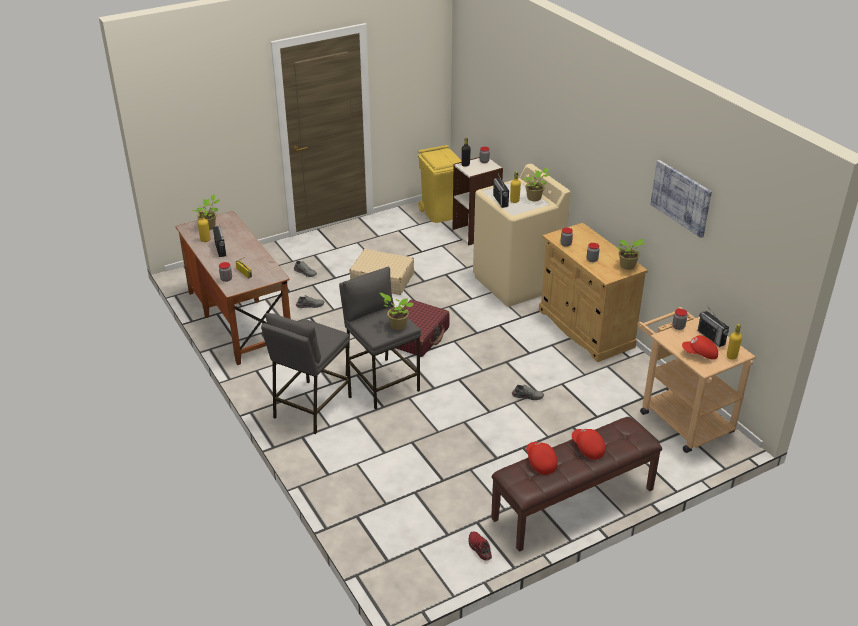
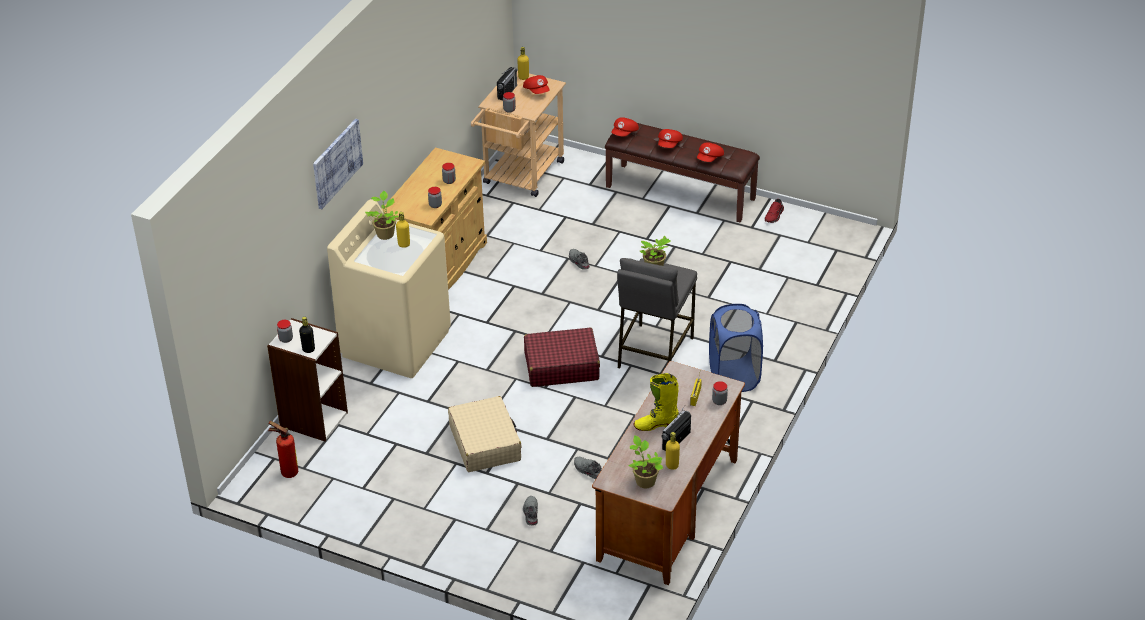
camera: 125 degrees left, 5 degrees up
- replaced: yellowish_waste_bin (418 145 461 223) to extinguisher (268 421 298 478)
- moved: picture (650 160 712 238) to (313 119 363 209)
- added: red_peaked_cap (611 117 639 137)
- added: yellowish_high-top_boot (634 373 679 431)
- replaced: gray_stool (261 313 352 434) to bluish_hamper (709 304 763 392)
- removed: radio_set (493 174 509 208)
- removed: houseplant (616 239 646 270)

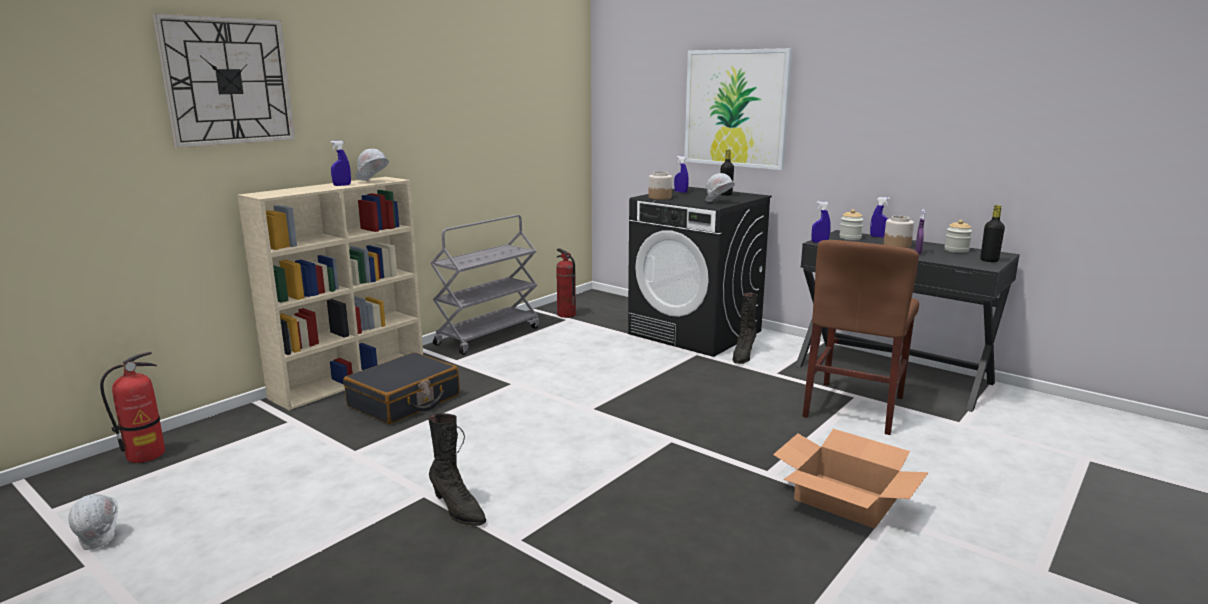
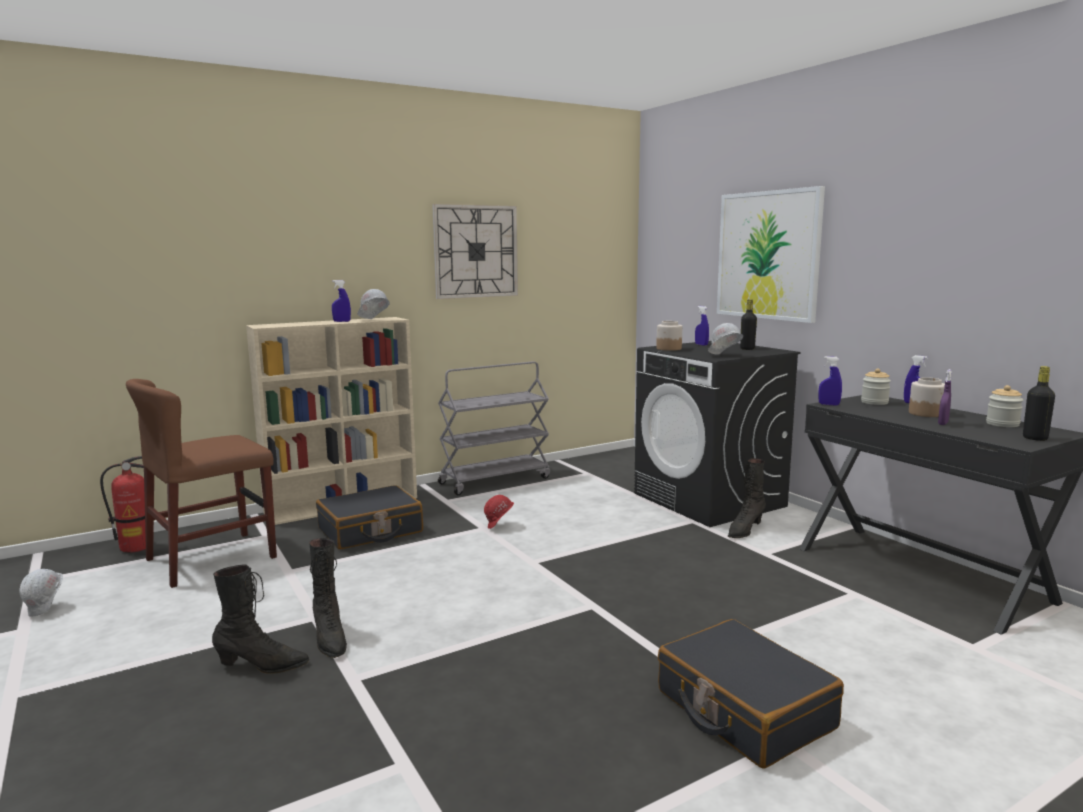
camera: 20 degrees right, 5 degrees down
- moved: brown-coloured_upright_chair (802 240 919 435) to (126 379 277 588)
- added: black_high-top_boot (212 565 309 674)
- moved: wall_clock (153 13 295 148) to (432 204 518 299)
- added: red_safety_helmet (484 495 514 529)
- replaced: cardboard_box (773 429 929 528) to black_suitcase (658 619 844 769)
- removed: extinguisher (556 248 576 318)

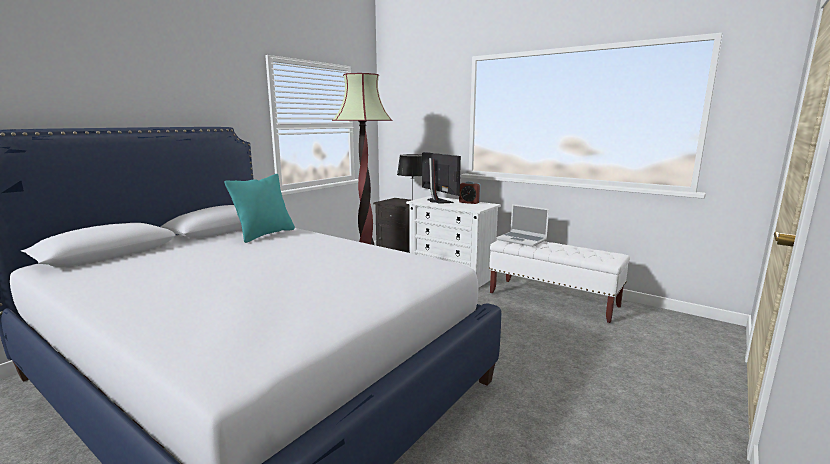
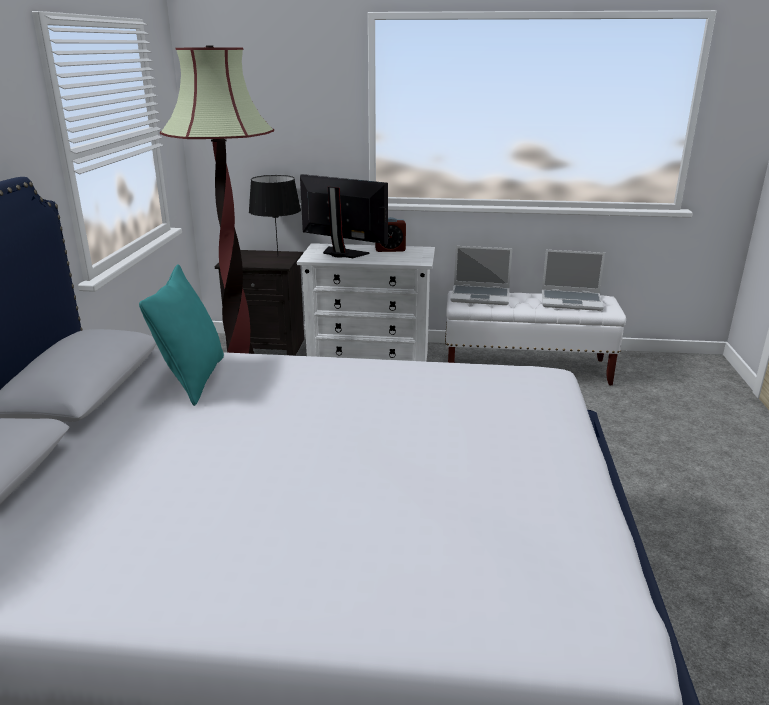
camera: 30 degrees left, 10 degrees up
- added: notebook_computer (542 250 605 311)

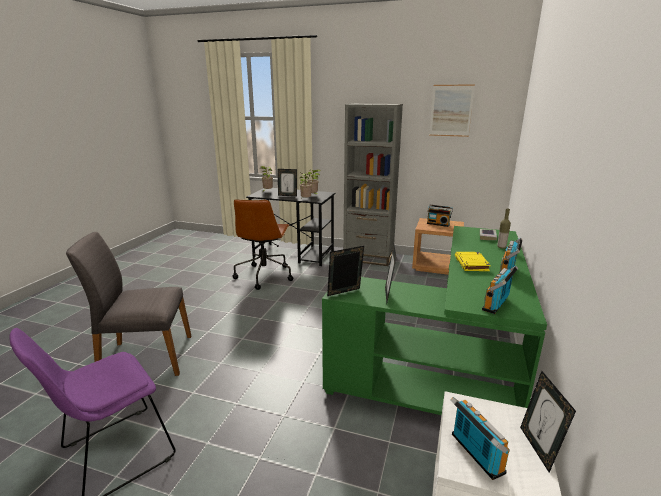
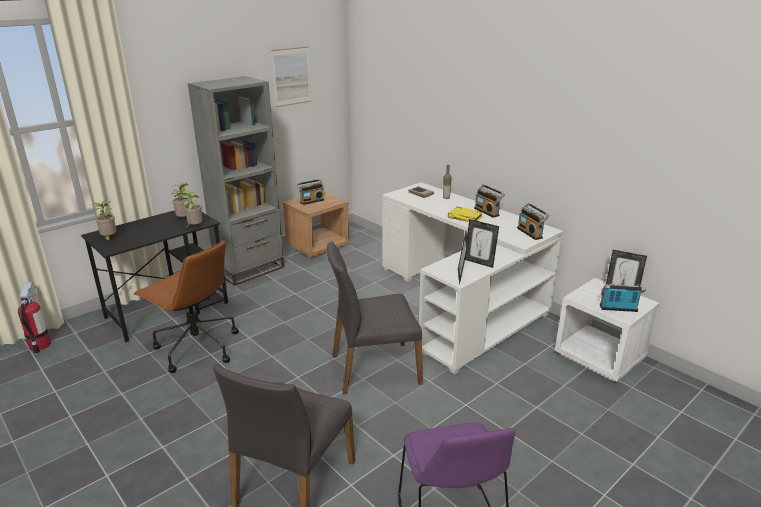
camera: 60 degrees left, 5 degrees up
- added: extinguisher (18 282 51 353)
- added: gray_upright_chair (326 241 423 394)
- recoloured: green_desk (322 226 547 415) to whitish_desk (382 182 563 374)
- removed: photo_frame (278 169 297 197)

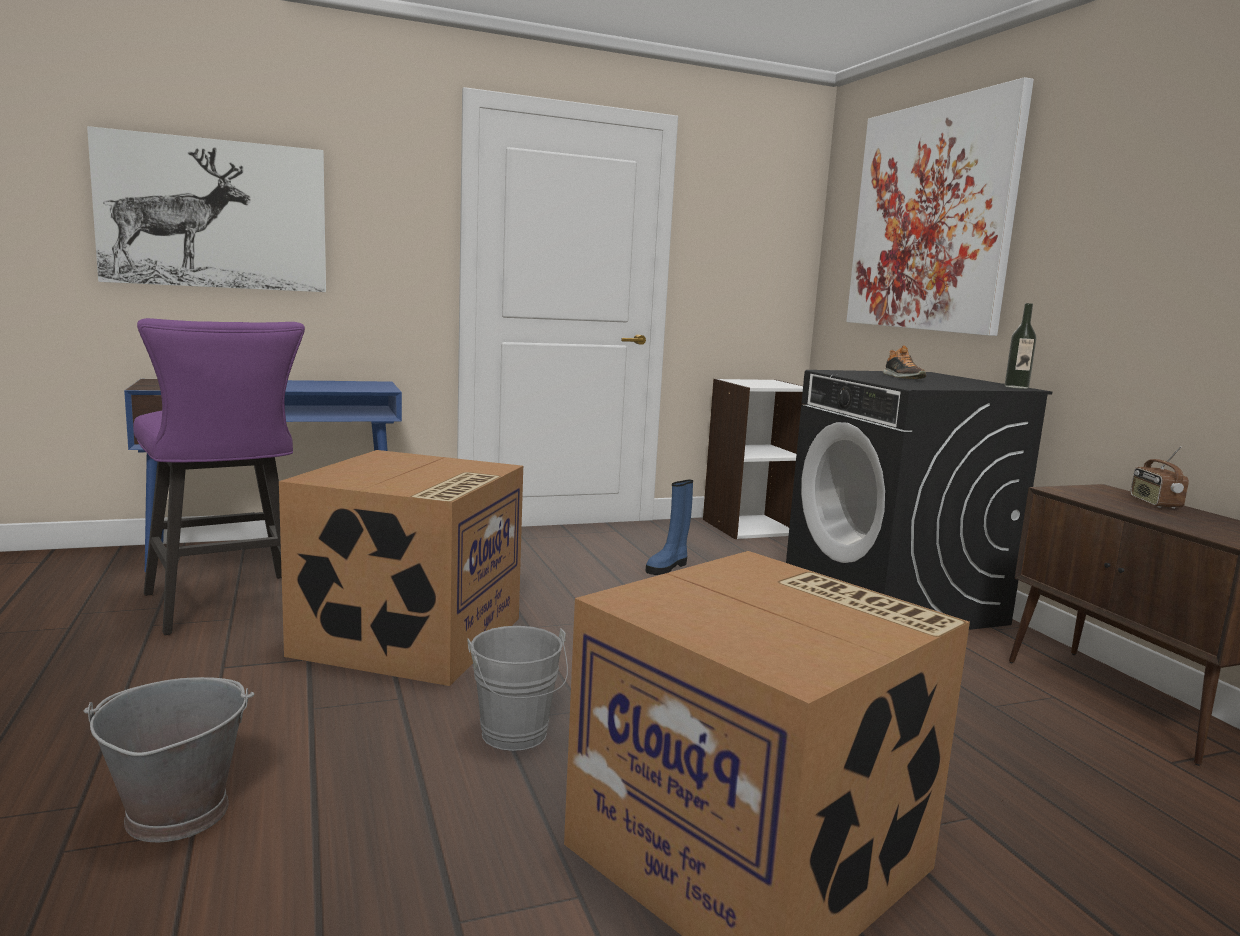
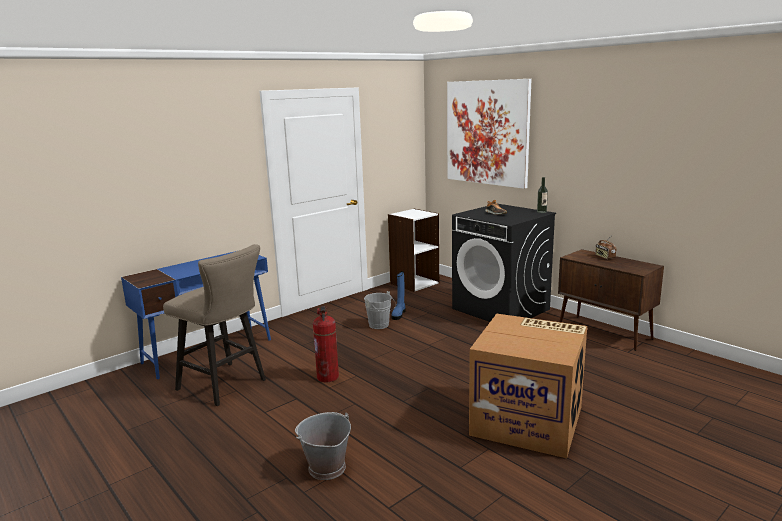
camera: 20 degrees left, 5 degrees up
- recoloured: purple_stool (133 318 305 635) to beige-coloured_stool (163 244 266 406)
- replaced: cardboard_box (279 450 523 686) to extinguisher (313 306 339 383)
- moved: gray_pail (467 626 568 751) to (364 291 396 329)
- removed: picture (87 126 326 292)

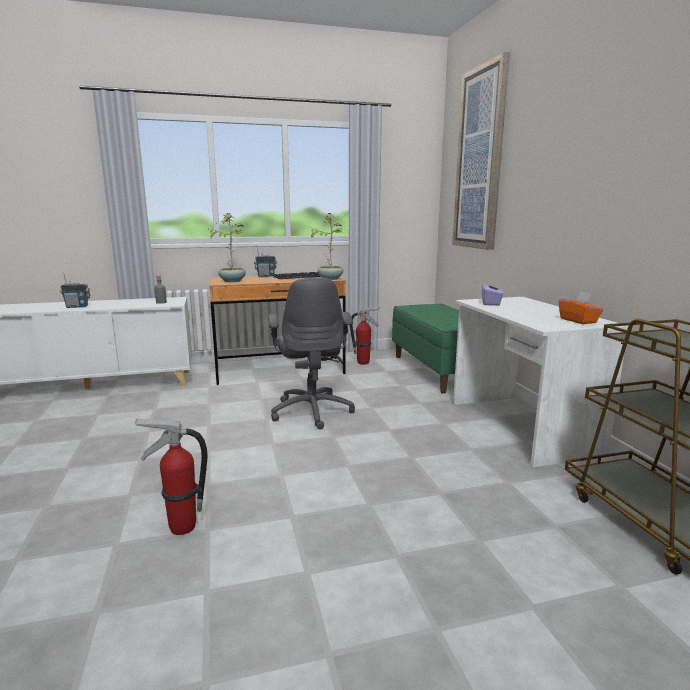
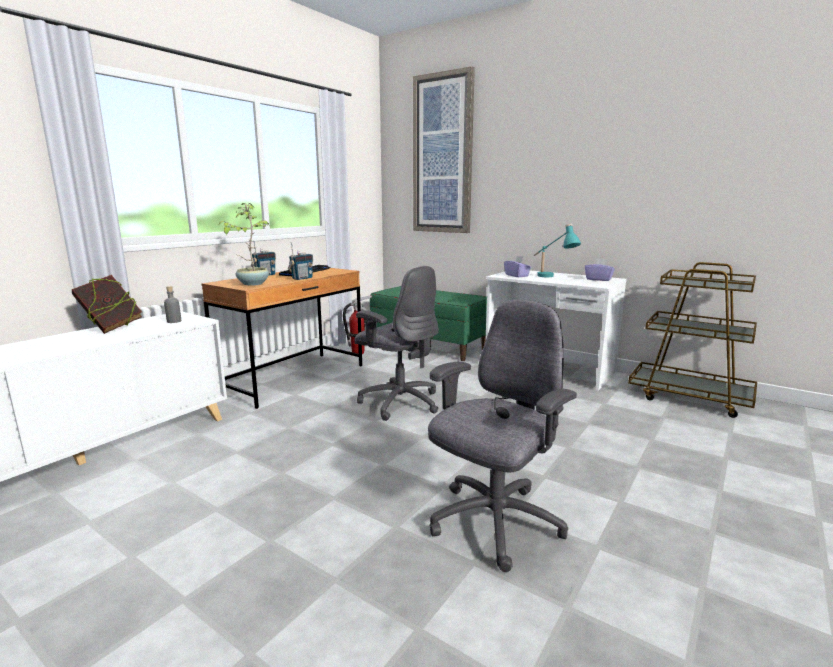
camera: 40 degrees left, 0 degrees up
- added: bound_book (72 275 142 334)
- moved: radio_set (60 272 90 308) to (288 242 313 280)
- replaced: extinguisher (135 418 208 535) to gray_computer_chair (428 300 577 572)
- added: turquoise_lamp_for_a_table (534 224 581 277)
- recoloured: orangey_tissue_holder (559 292 603 324) to purple_tissue_holder (585 258 615 281)
- removed: houseplant (308 213 343 280)

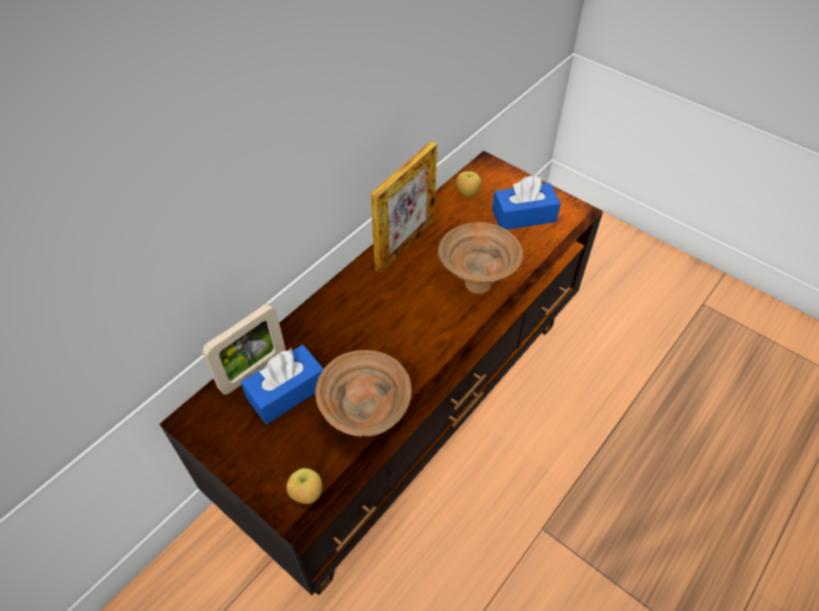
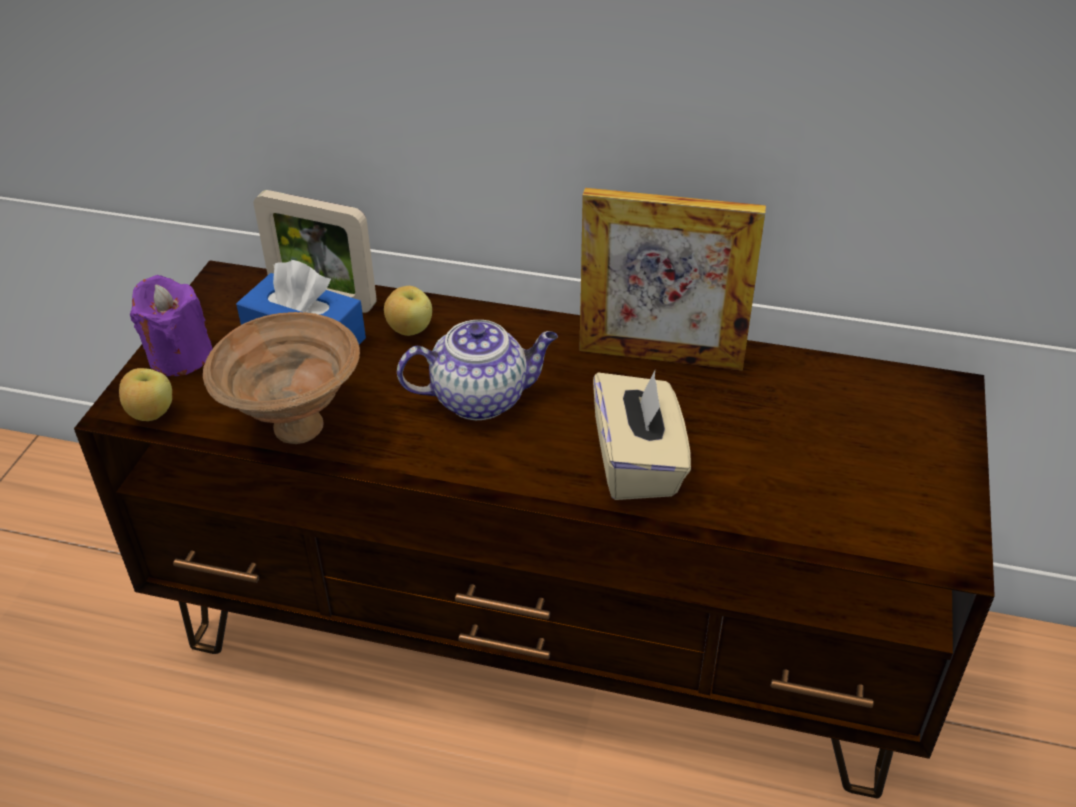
camera: 65 degrees right, 10 degrees down
- added: purple_wax_light (130 275 212 376)
- moved: whole_apple (456 172 481 197) to (384 286 432 336)
- added: pot_for_tea (397 320 558 420)
- replaced: brown-coloured_bowl (438 222 523 294) to beige-coloured_tissue_holder (593 371 691 500)
- removed: bluish_tissue_holder (492 175 561 230)

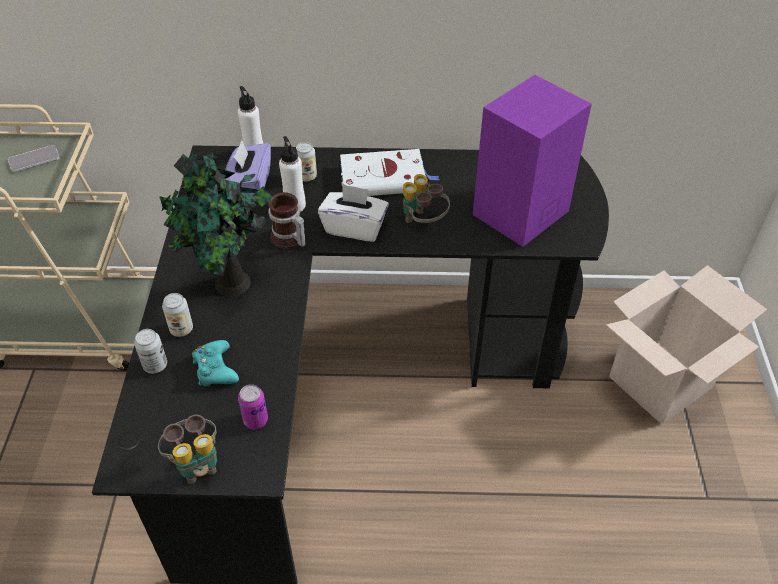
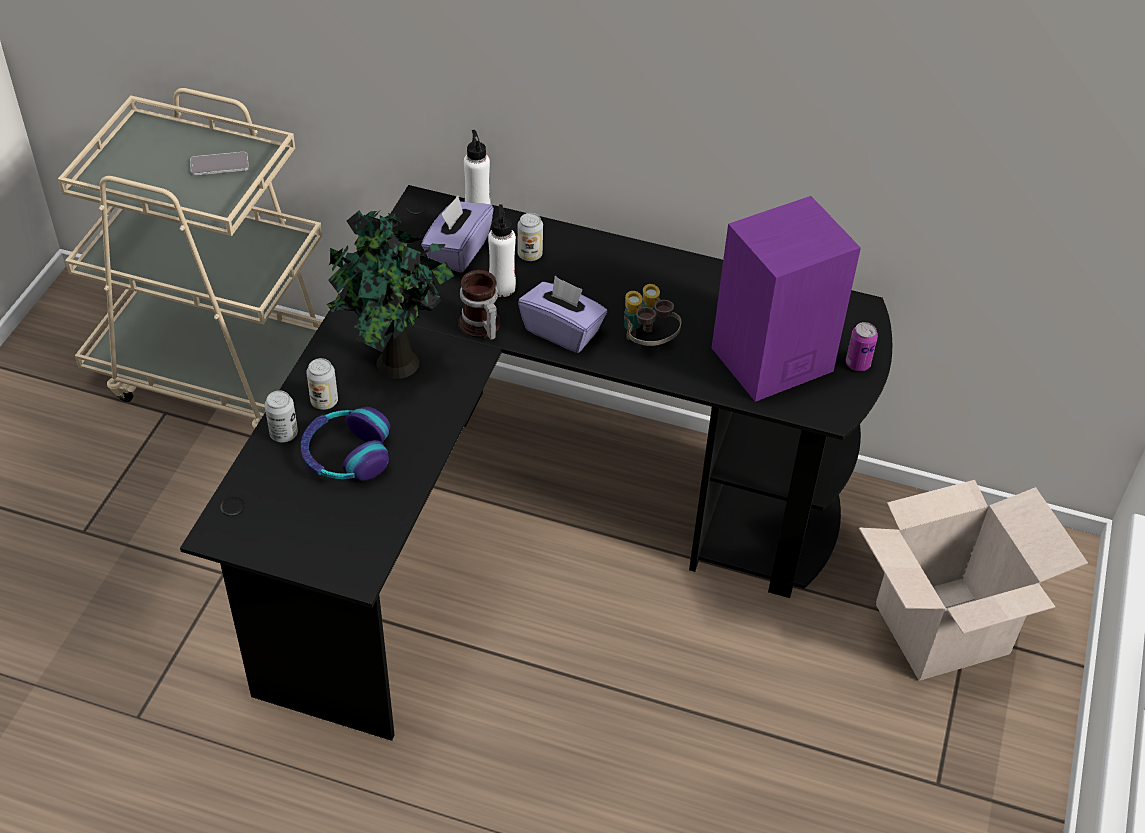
camera: 15 degrees right, 0 degrees up
- replaced: turquoise_gamepad (192 340 239 386) to headphones (301 407 390 481)
- recoloured: whitish_tissue_holder (318 184 389 242) to purple_tissue_holder (518 276 607 353)
- moved: can (238 384 268 429) to (846 322 878 371)
- removed: pair_of_binoculars (158 415 217 484)
- removed: whitish_bound_book (340 149 440 196)

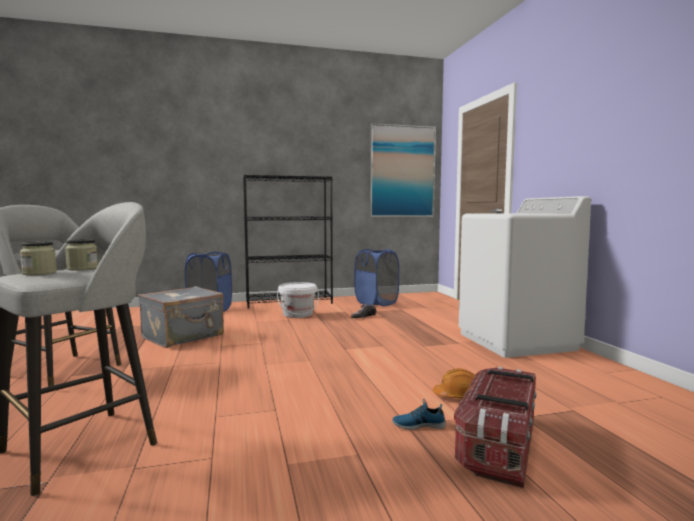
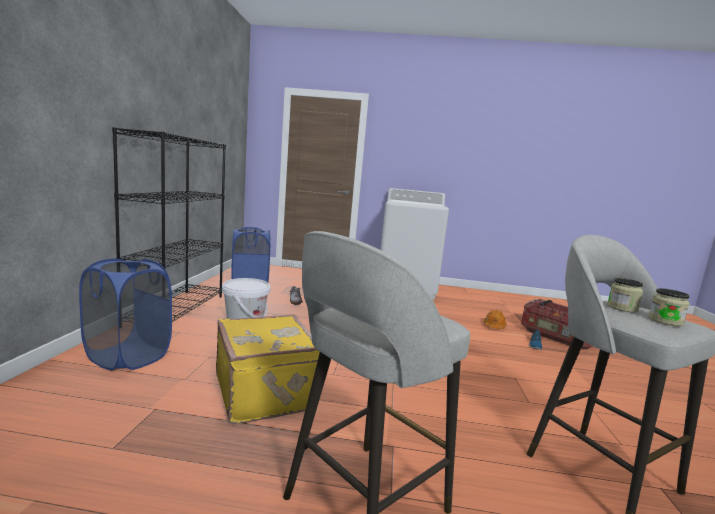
camera: 70 degrees left, 5 degrees up
- recoloured: gray_suitcase (138 286 224 348) to yellowish_suitcase (216 314 320 424)
- removed: picture (370 123 436 217)

